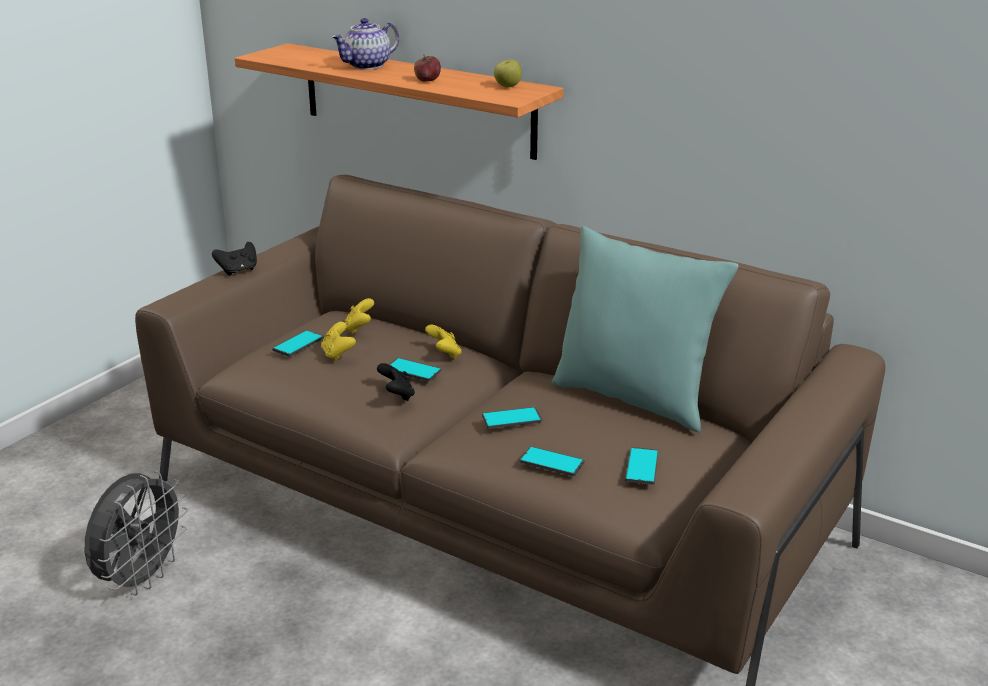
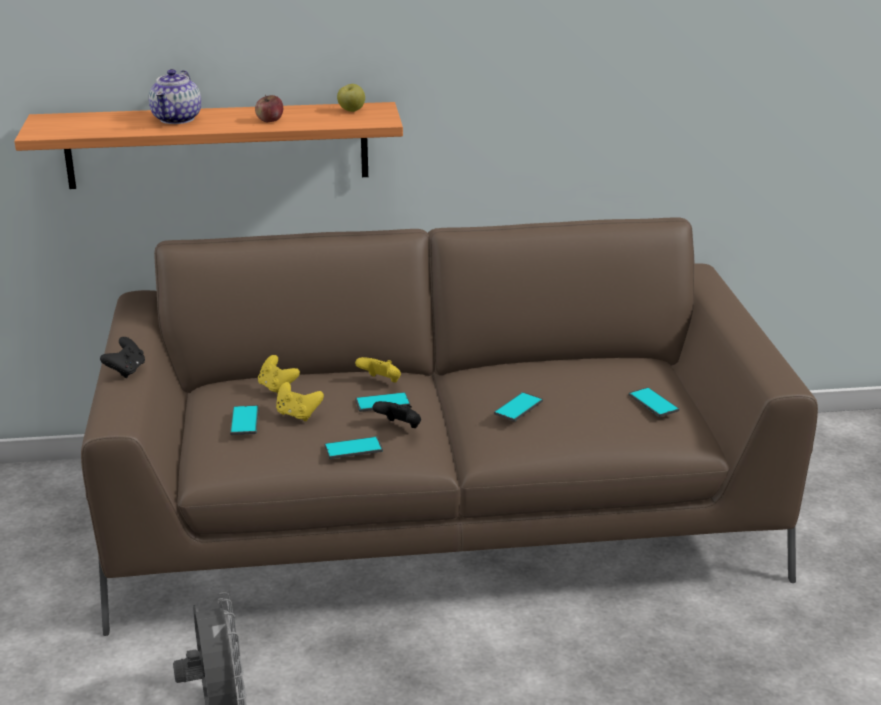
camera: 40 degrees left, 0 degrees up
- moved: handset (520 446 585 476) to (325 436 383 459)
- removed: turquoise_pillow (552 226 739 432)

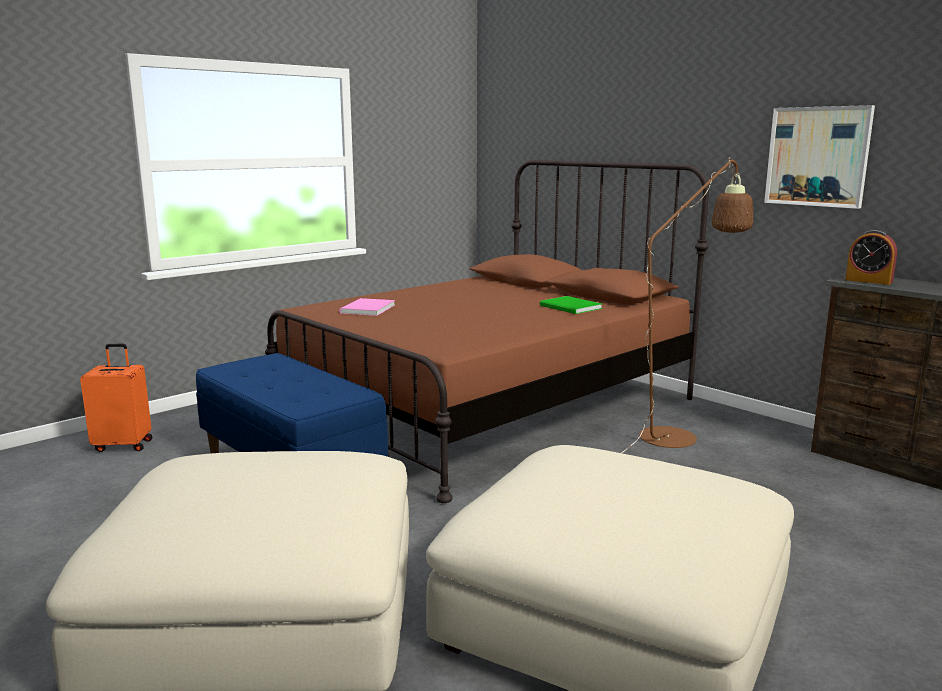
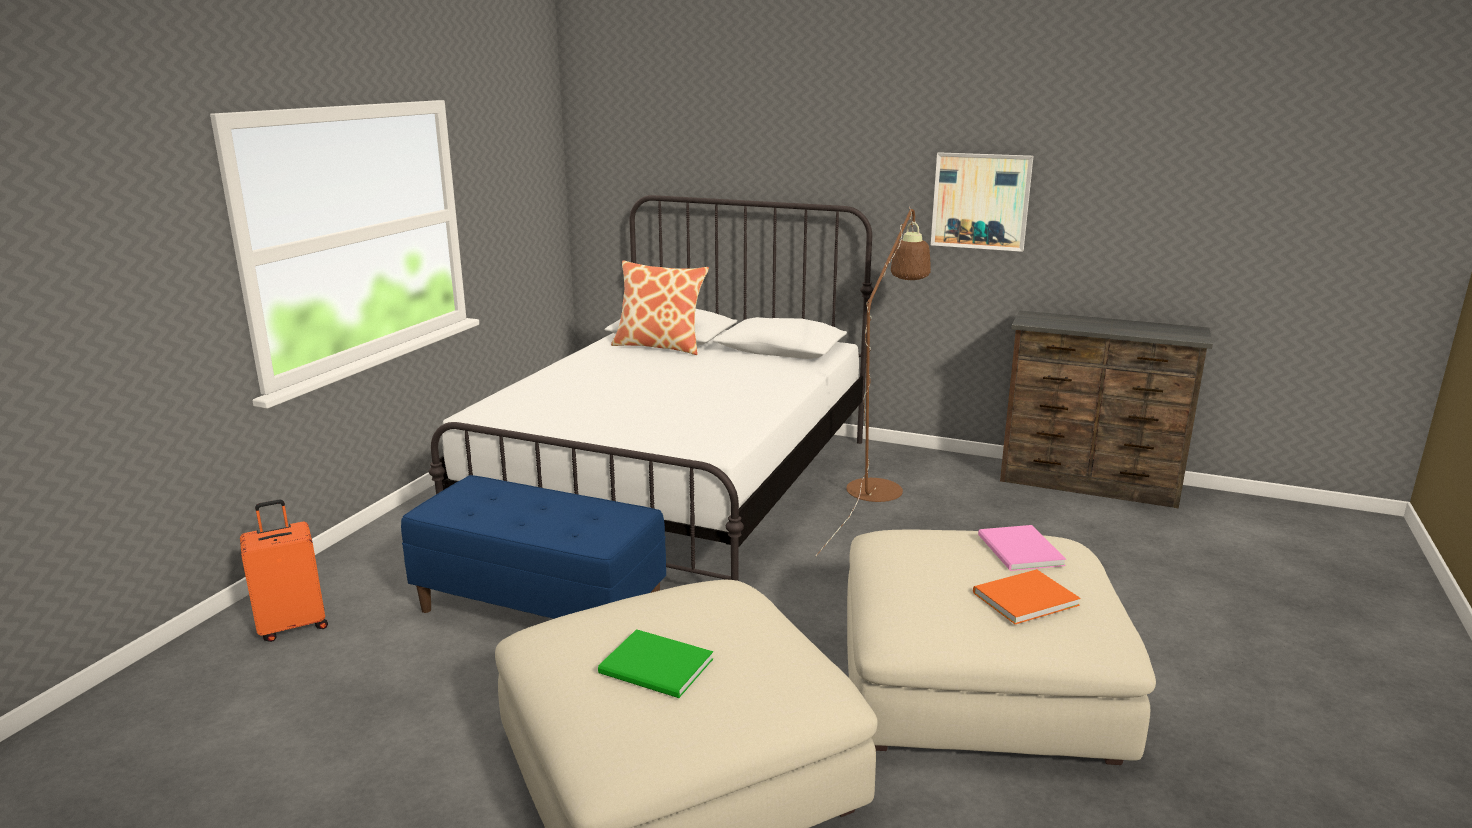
camera: 25 degrees left, 5 degrees up
- recoloured: brown-coloured_sleeping_bed (265 160 709 503) to whitish_sleeping_bed (429 195 873 581)
- moved: green_bound_book (540 296 602 314) to (598 629 713 698)
- added: pillow (611 260 709 355)
- added: orangey_bound_book (973 569 1081 624)
- moved: pink-coloured_bound_book (339 298 395 316) to (978 525 1066 571)
- removed: alarm_clock (845 230 897 285)

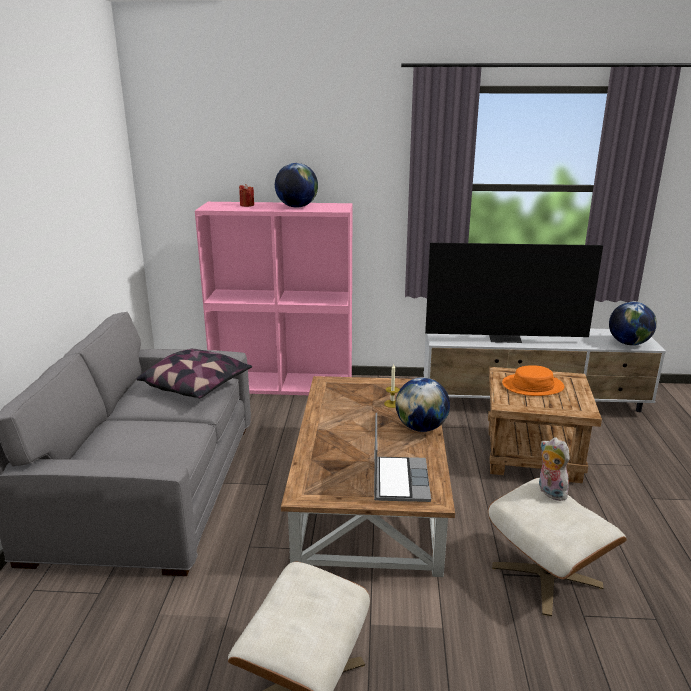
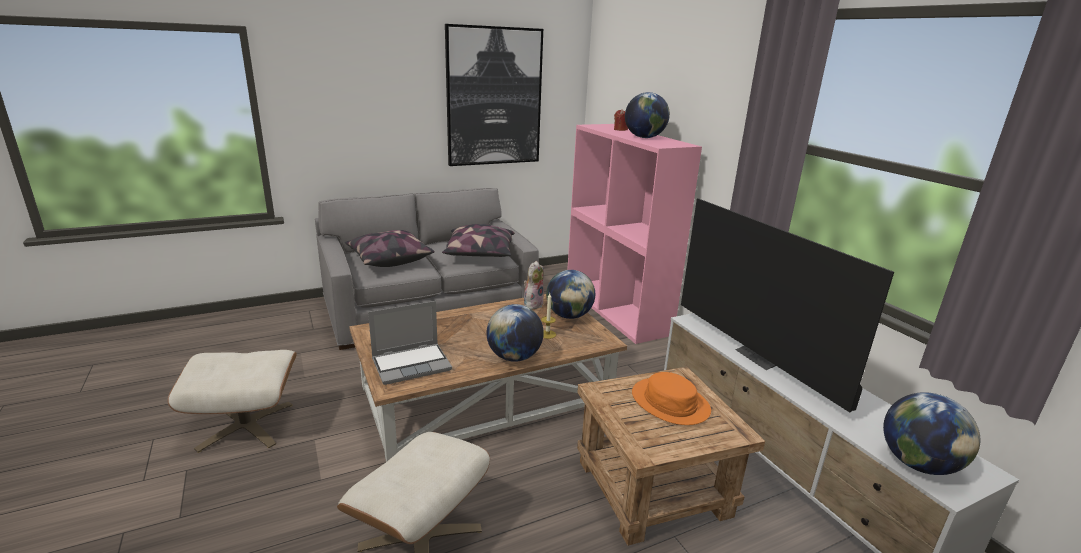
camera: 60 degrees right, 0 degrees up
- added: pillow (345 230 435 267)
- added: picture (445 24 543 166)
- moved: plush_toy (539 437 570 501) to (524 261 544 309)
- added: globe (546 270 595 319)

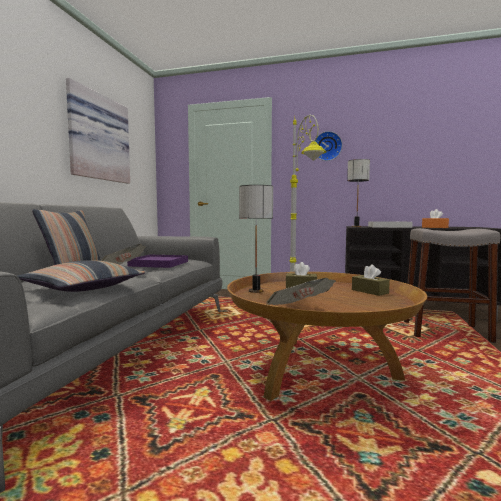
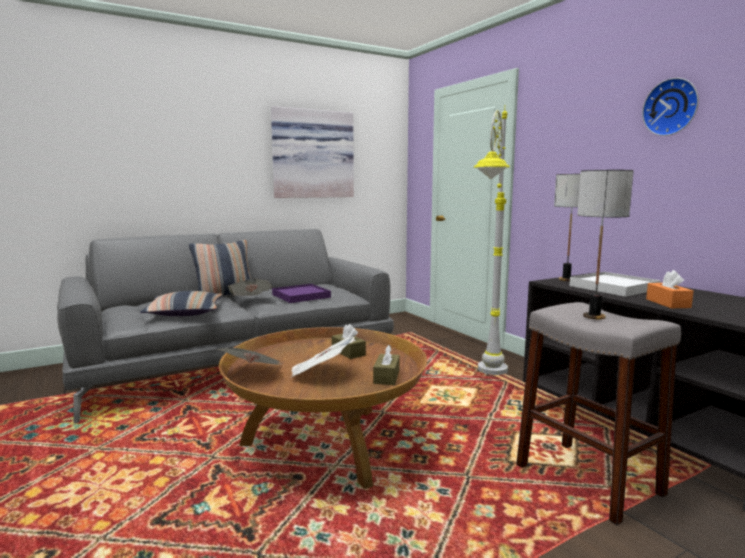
camera: 45 degrees right, 5 degrees up
- added: daily_paper (291 337 355 377)
- moved: lamp_for_a_table (239 185 273 293) to (577 170 634 320)
- moved: wall_clock (316 131 342 161) to (642 78 699 136)

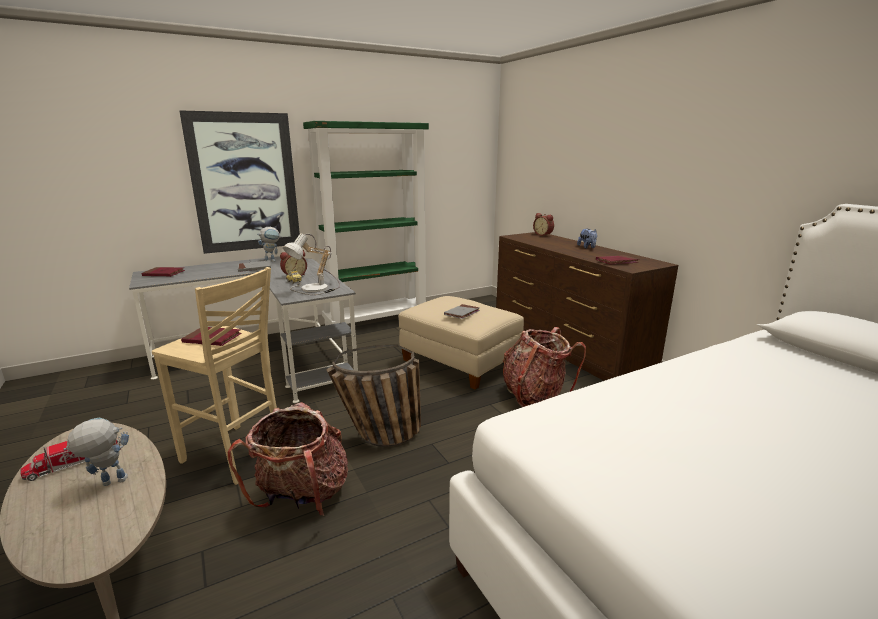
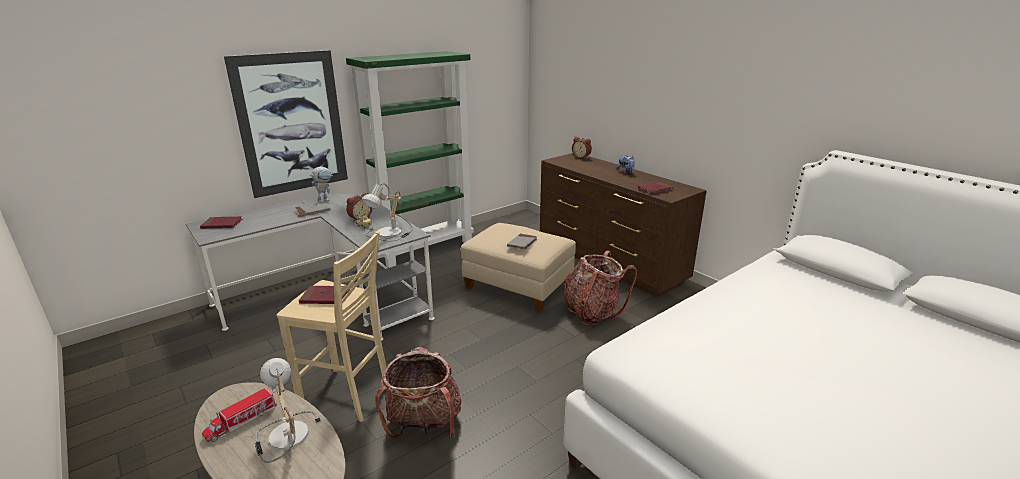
camera: 10 degrees left, 5 degrees up
- replaced: toy_robot (63 417 129 486) to lamp_for_a_table (255 358 321 463)
- removed: household_basket (326 344 421 447)

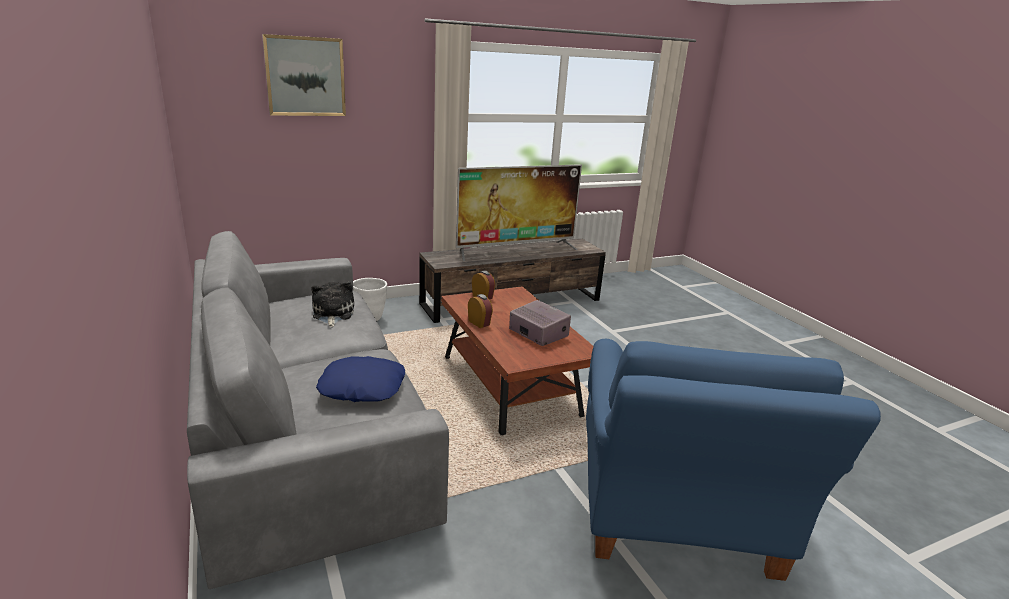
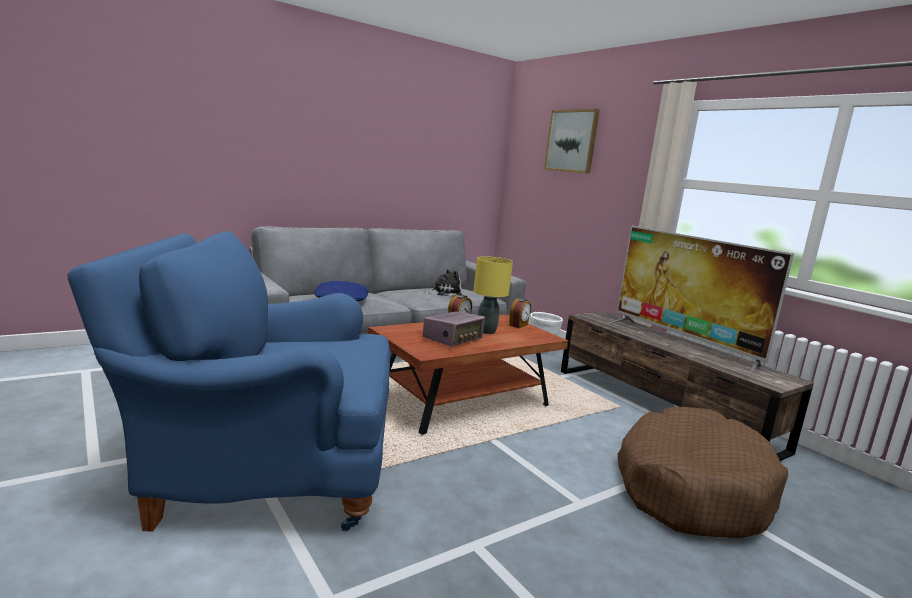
camera: 80 degrees right, 10 degrees down
- added: yellowish_lamp_for_a_table (473 256 513 334)
- added: brown-coloured_dog_cushion (618 407 788 538)

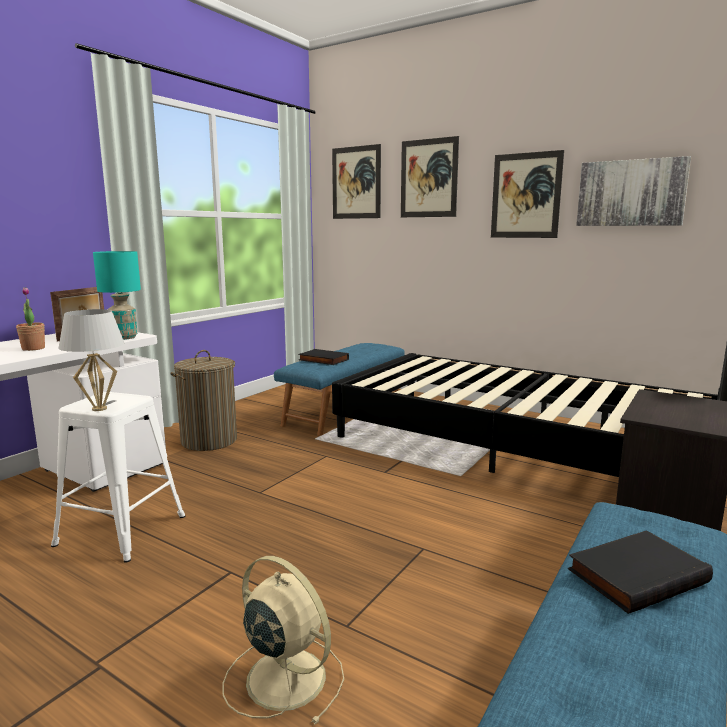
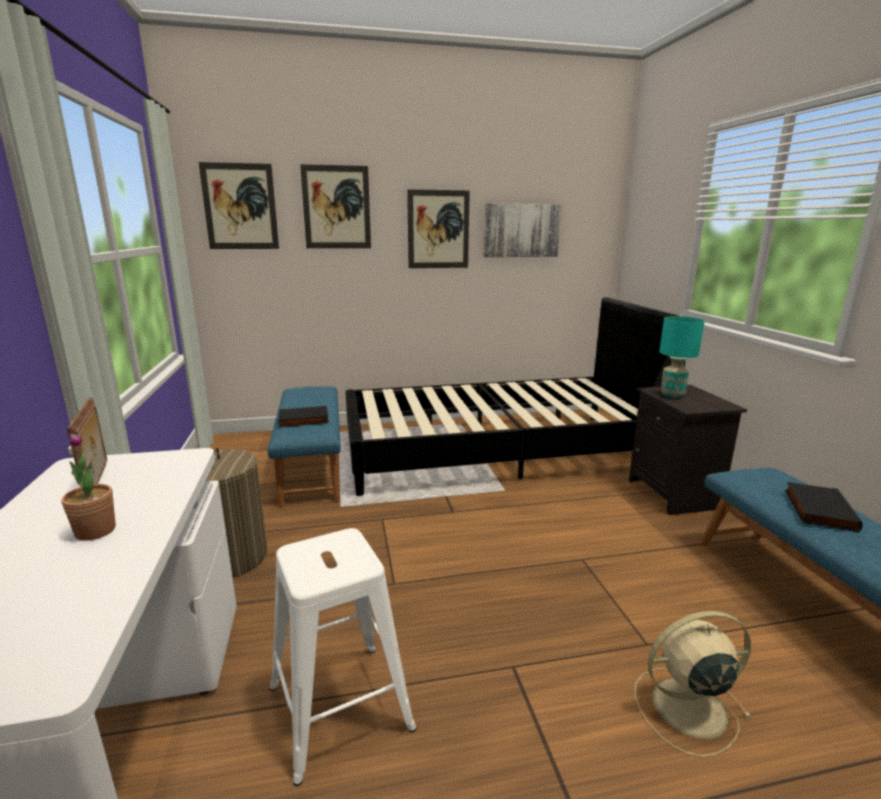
camera: 45 degrees left, 5 degrees up
- moved: turquoise_lamp_for_a_table (93 251 141 340) to (659 316 705 398)
- removed: whitish_lamp_for_a_table (58 309 124 411)

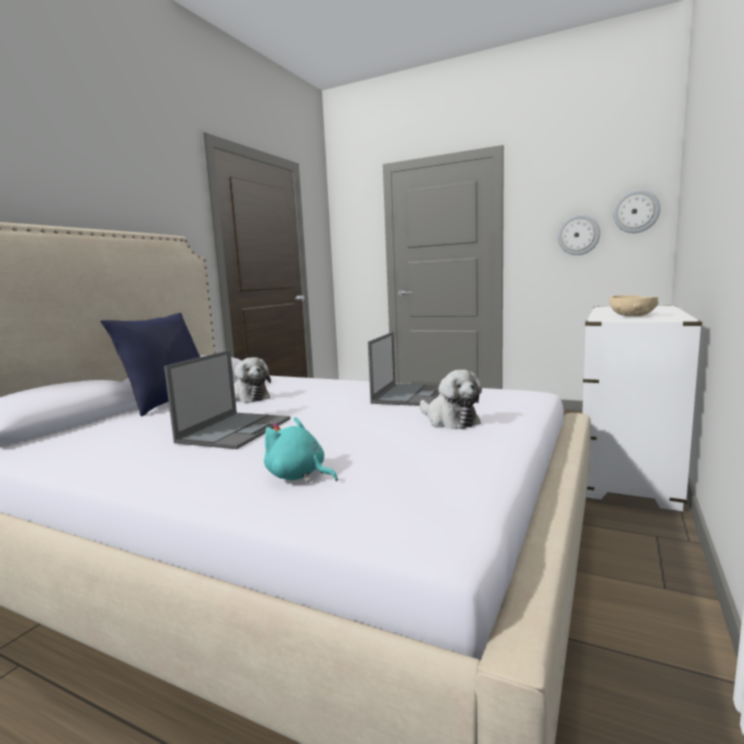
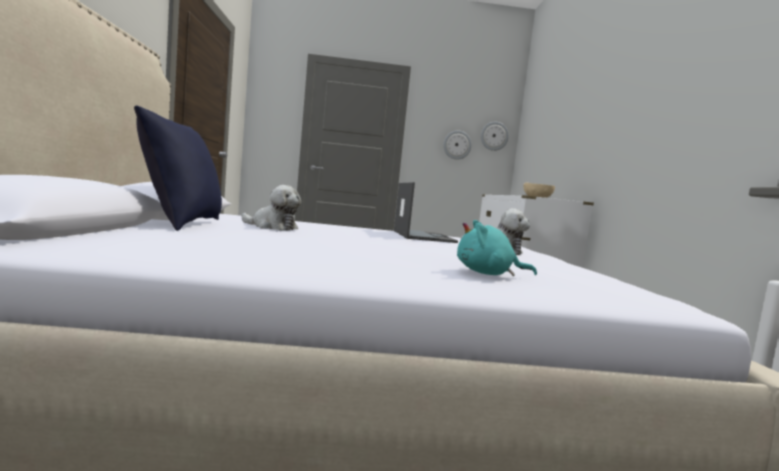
camera: 30 degrees left, 5 degrees down
- removed: notebook_computer (164 350 291 449)

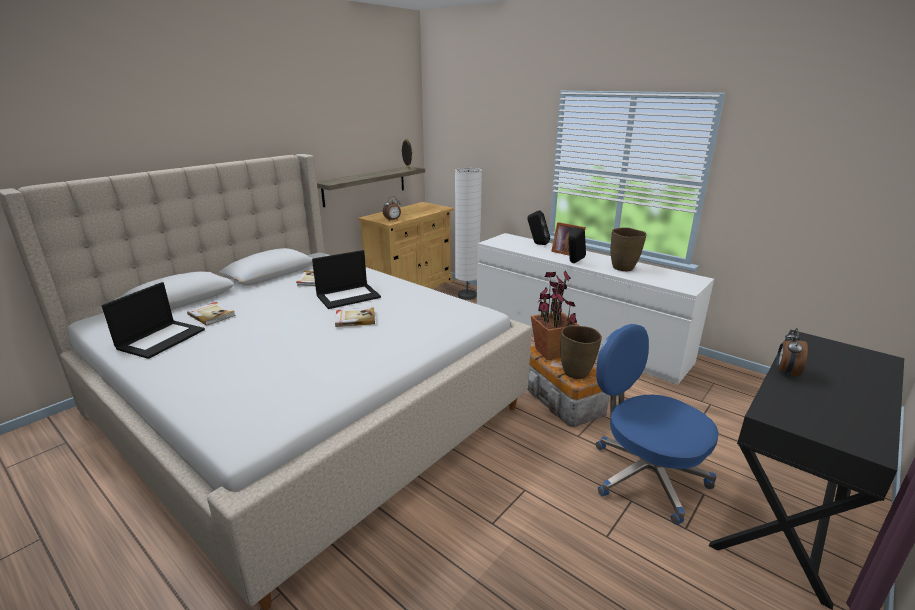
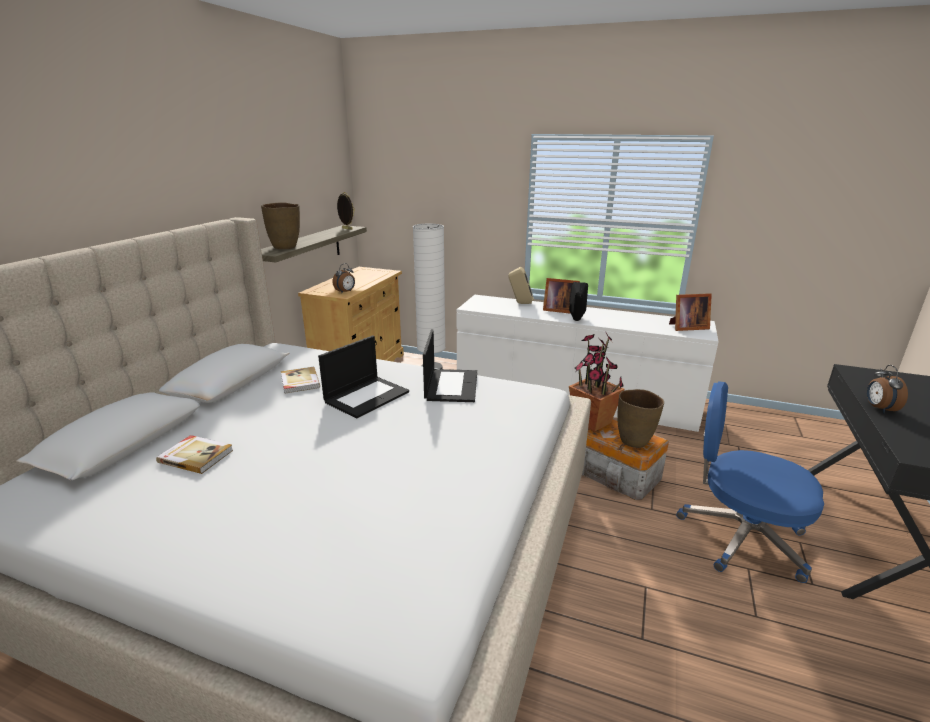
camera: 20 degrees left, 0 degrees up
- moved: brown-coloured_flower_vase (611 227 647 271) to (261 202 300 249)
- moved: notebook_computer (101 282 205 359) to (423 329 477 402)
- recoloured: black_speaker (528 210 550 245) to beige-coloured_speaker (508 266 534 304)
- added: photo_frame (669 293 712 331)
- removed: bound_book (335 307 375 327)

